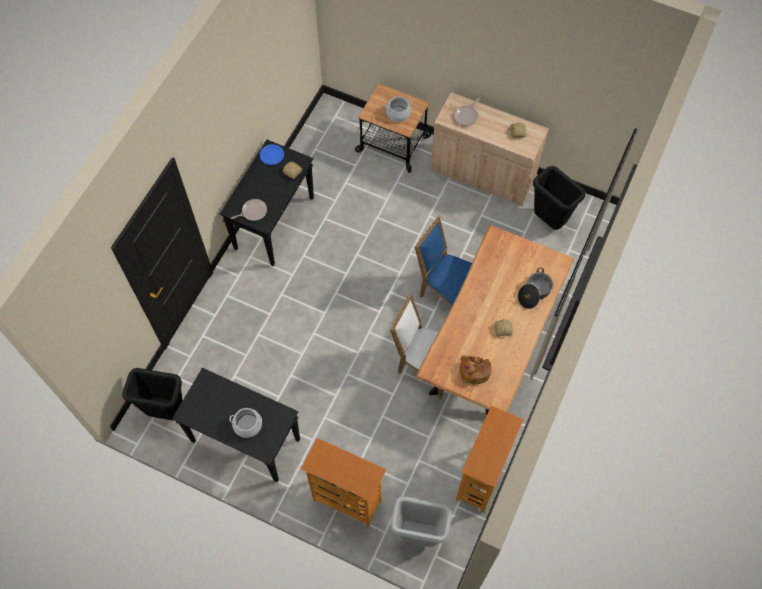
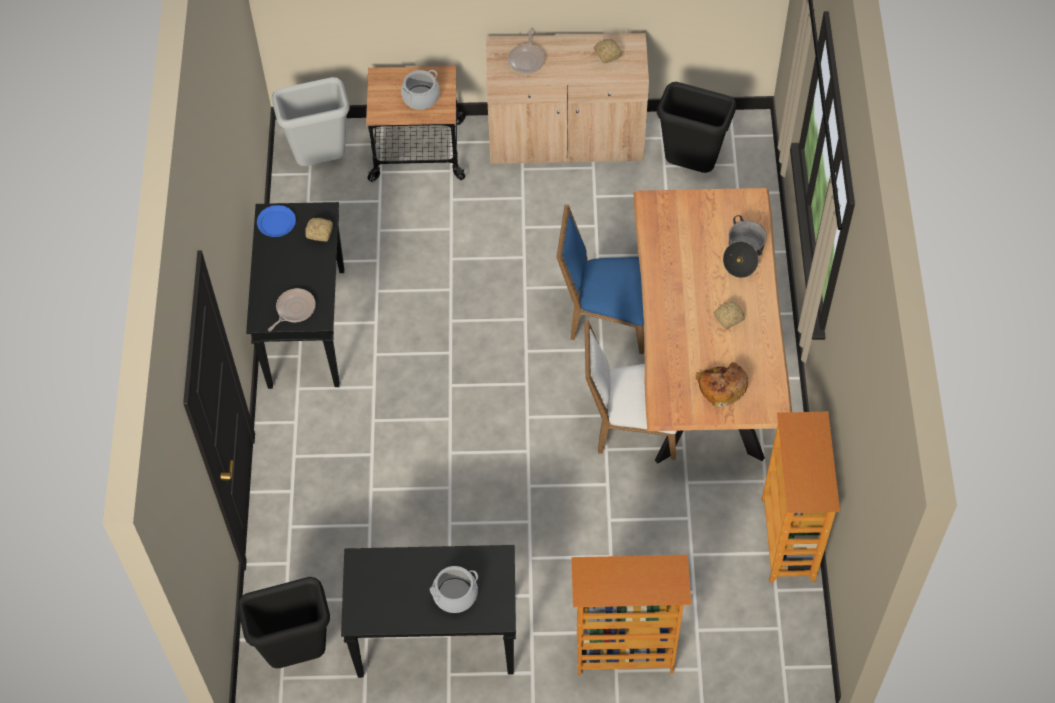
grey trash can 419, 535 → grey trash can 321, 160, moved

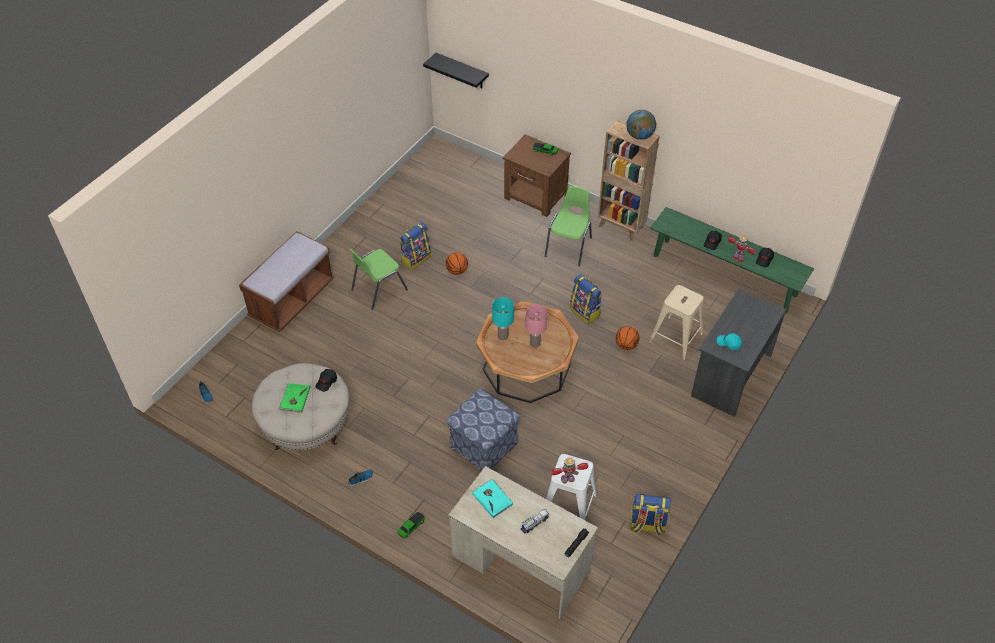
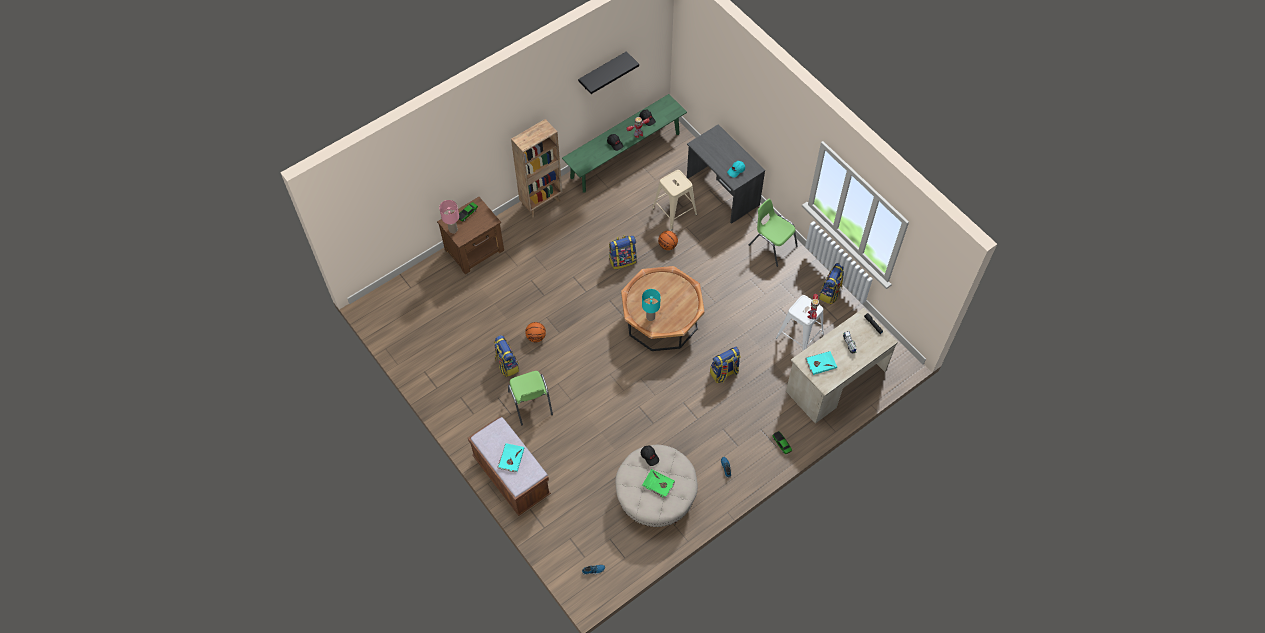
black shelf 462, 71 → black shelf 602, 71, moved
globe 639, 136 → -
green chair 569, 247 → green chair 772, 245, moved
pink table lamp 534, 343 → pink table lamp 453, 230, moved
ottoman 483, 444 → backpack 724, 373
- → turquoise book 511, 458

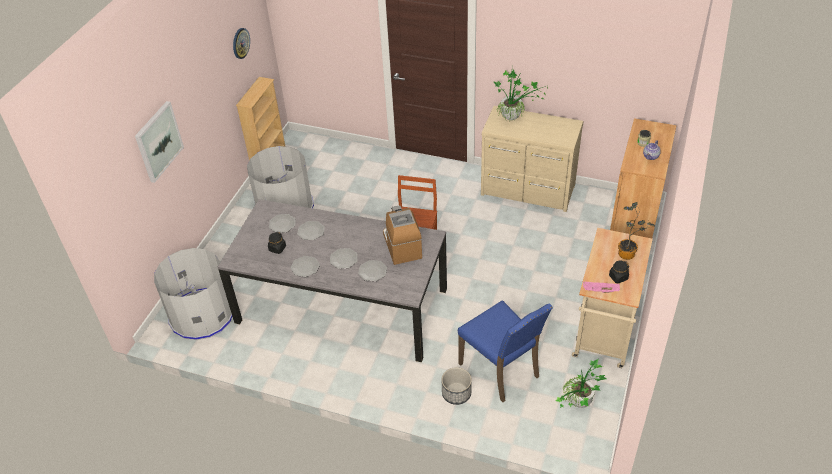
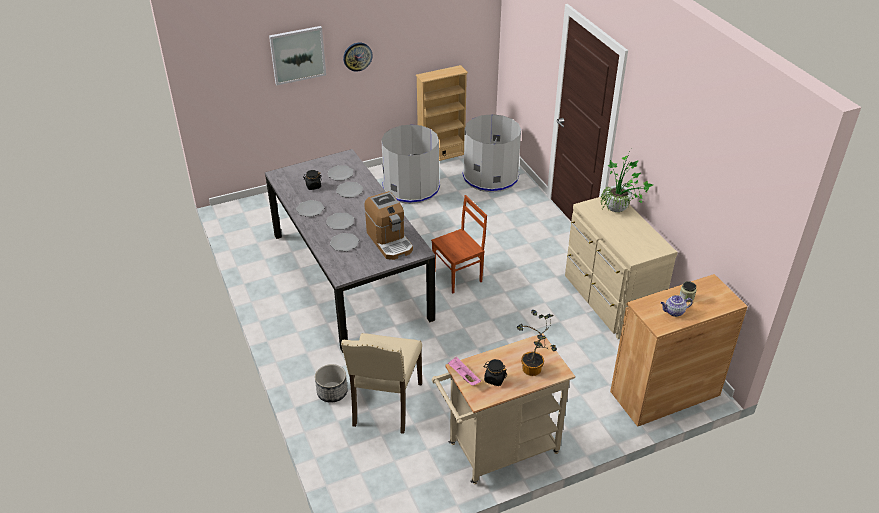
wall clock 240, 43 → wall clock 357, 56, moved
coffee machine 402, 246 → coffee machine 389, 241, 120 degrees clockwise
grey trash can 202, 315 → grey trash can 490, 176, moved
blue chair 501, 370 → beige chair 385, 405
potted plant 577, 405 → -

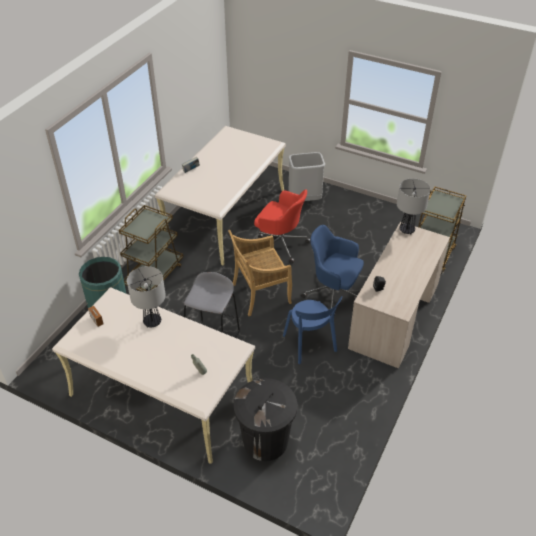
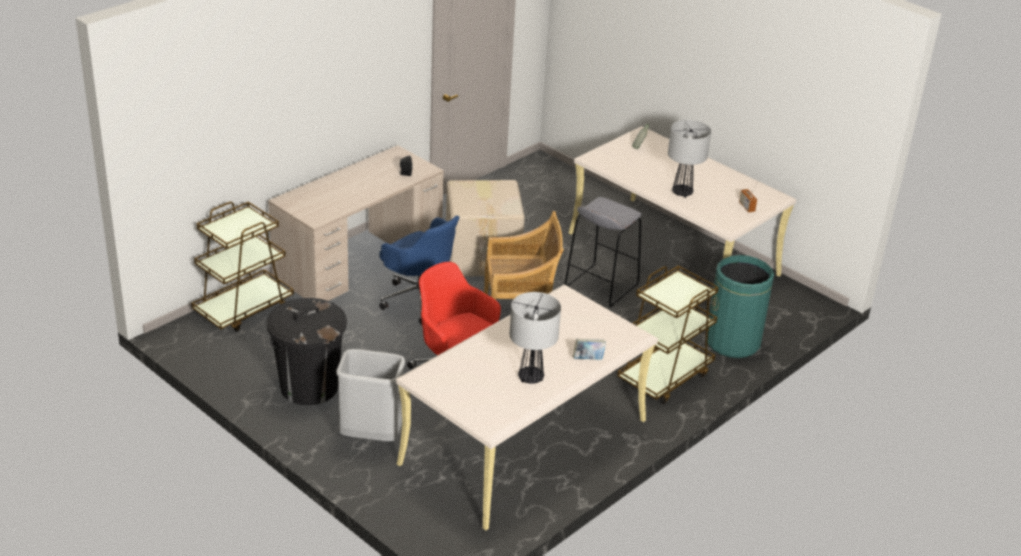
table lamp 407, 230 → table lamp 530, 378, moved
blue chair 310, 345 → cardboard box 483, 257
black trash can 266, 441 → black trash can 309, 387, moved

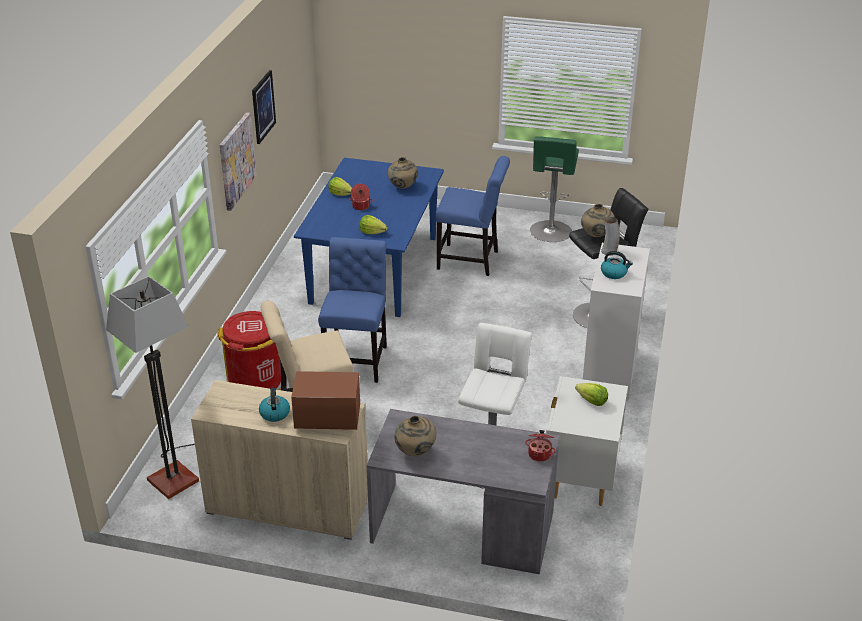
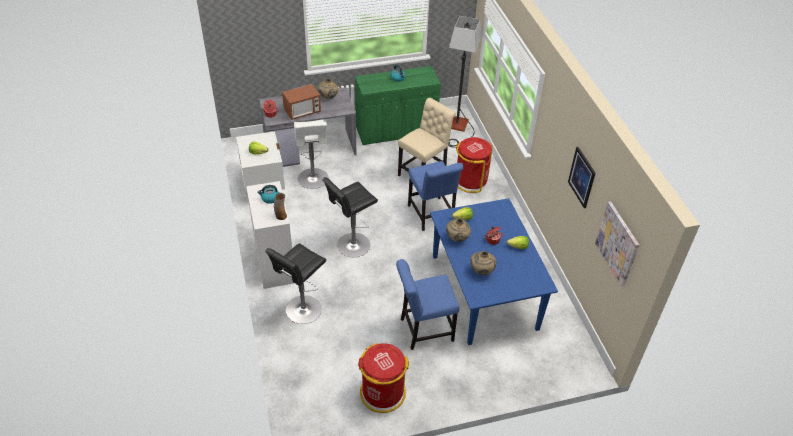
picture 236, 160 → picture 617, 243, moved
green stool 550, 233 → red trash can 382, 393
beige vase 596, 236 → beige vase 457, 239, moved
microwave 327, 418 → microwave 302, 111, moved
beige cabinet 288, 506 → green cabinet 396, 131
- → black stool 351, 246

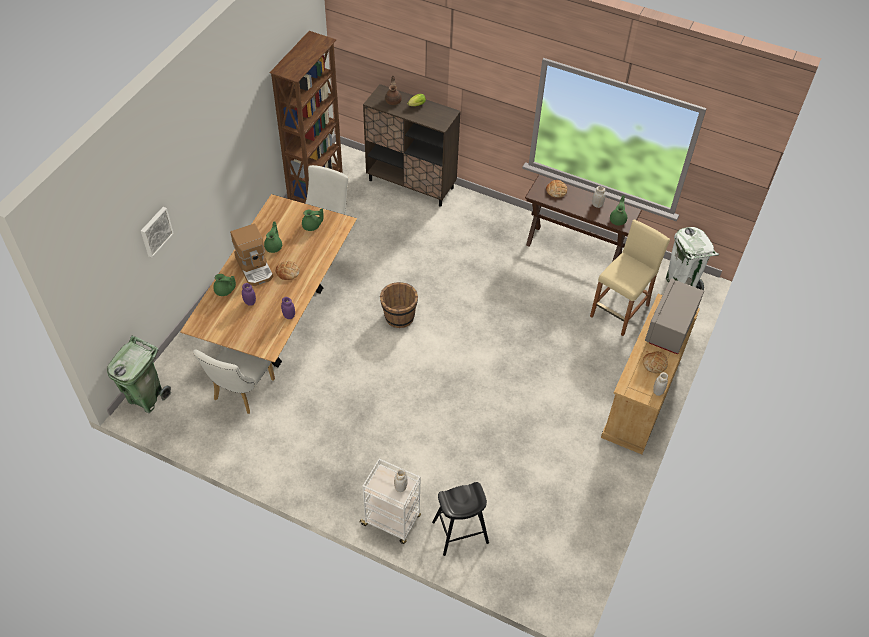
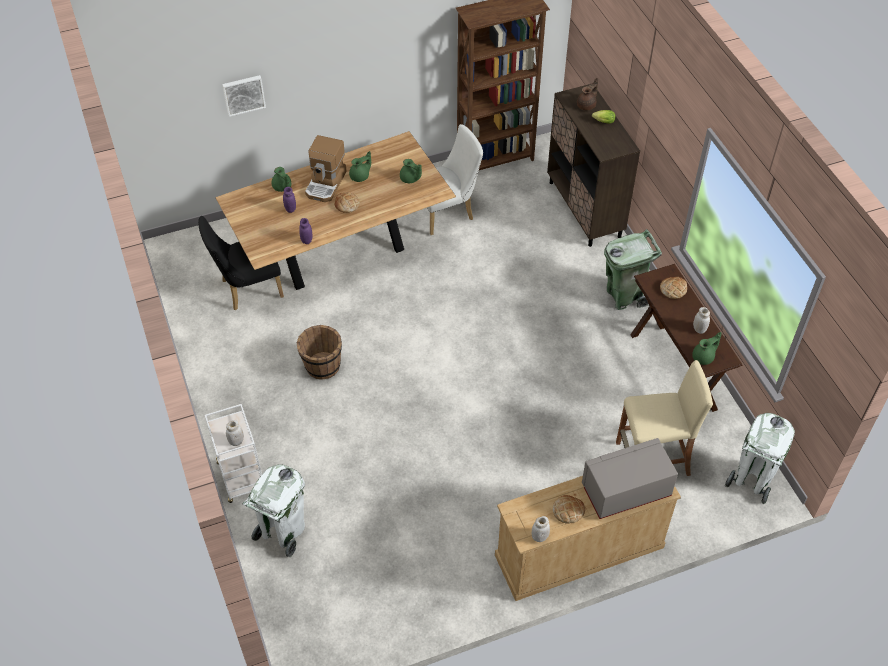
brown bucket 399, 317 → brown bucket 322, 366, moved
green trash can 146, 398 → green trash can 624, 296, moved
white chair 241, 392 → black chair 247, 289
black stool 460, 532 → white trash can 283, 532

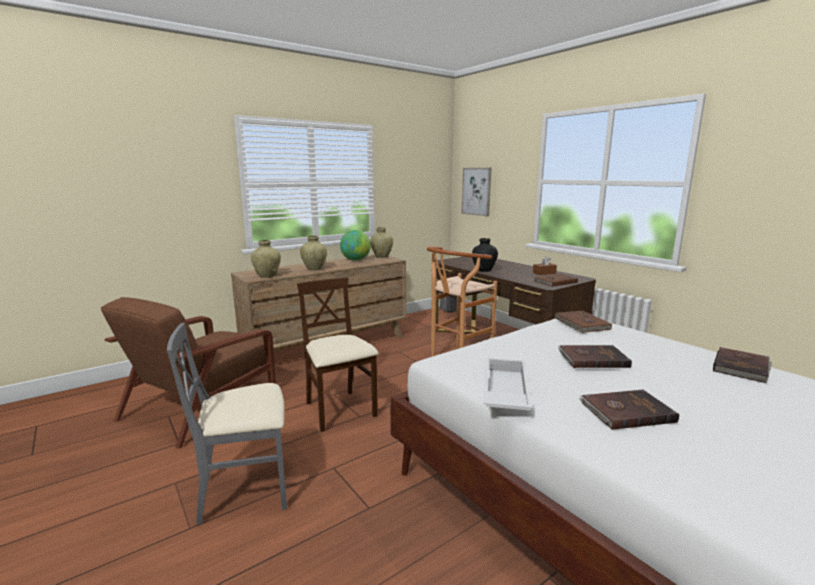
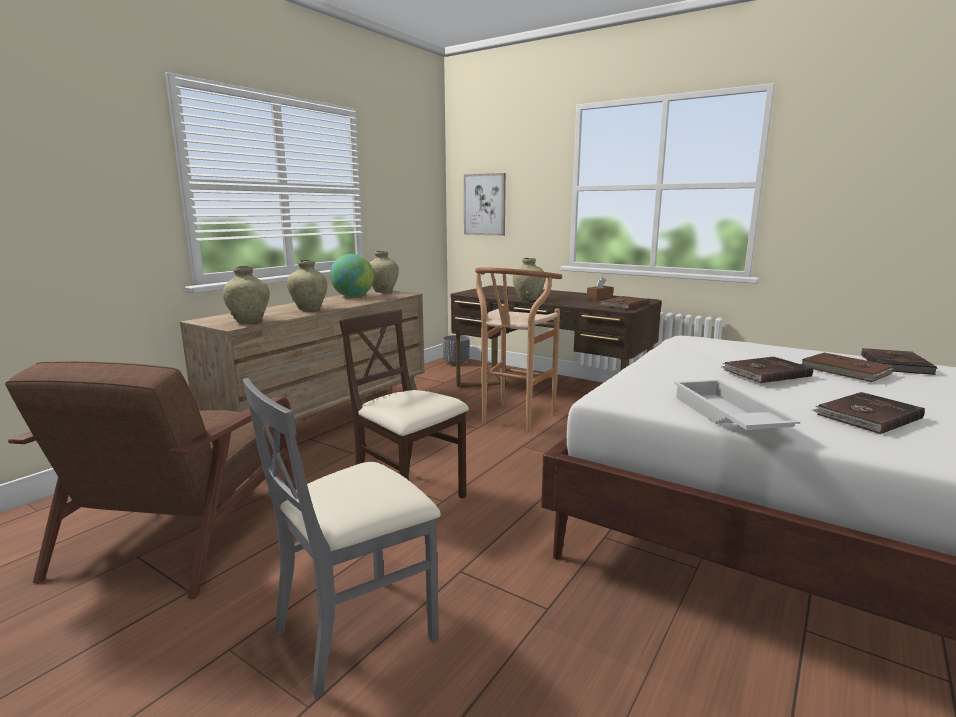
black vase 484, 270 → beige vase 528, 299
brown book 581, 324 → brown book 845, 370, moved

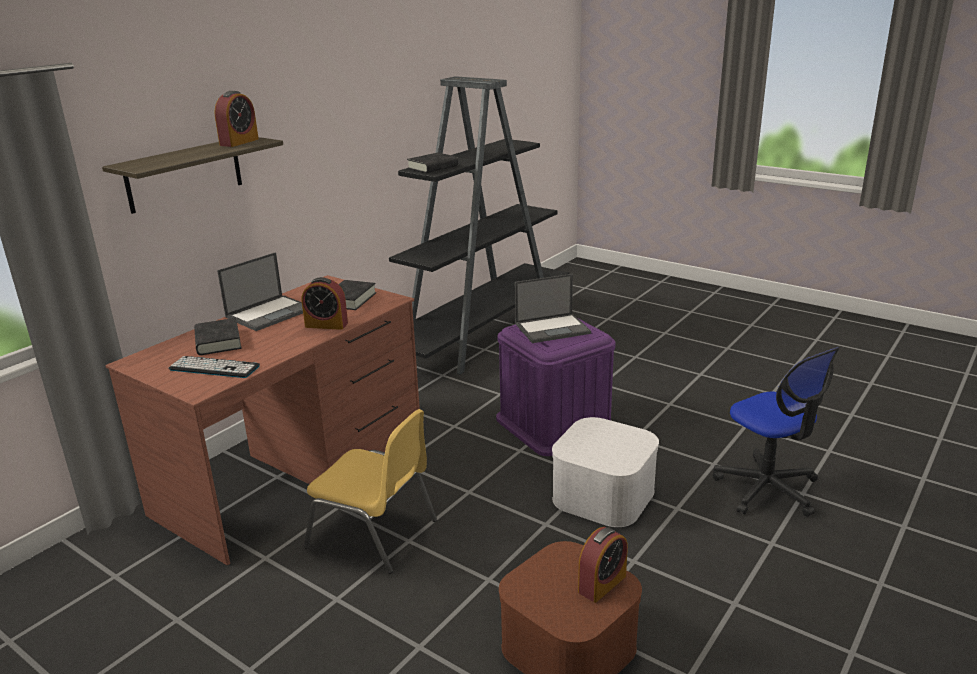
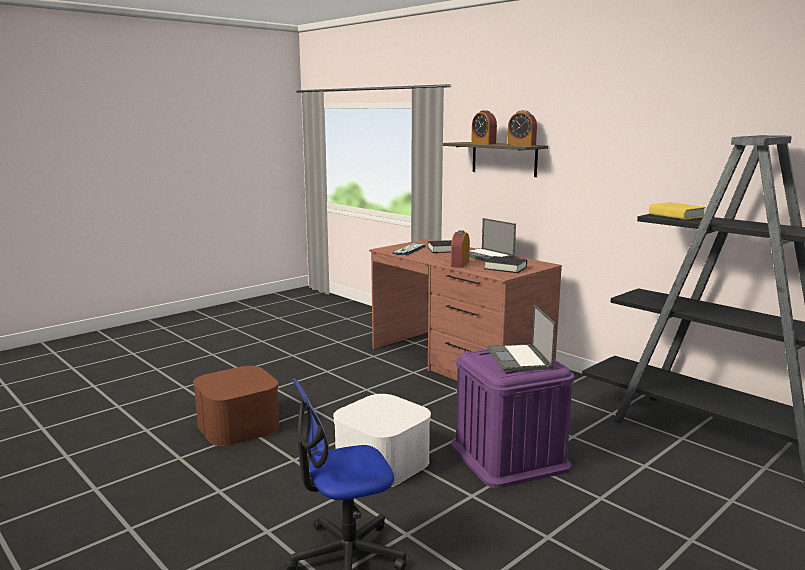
black book 433, 167 → yellow book 676, 215
yellow chair 374, 534 → -
alarm clock 602, 584 → alarm clock 483, 143, moved

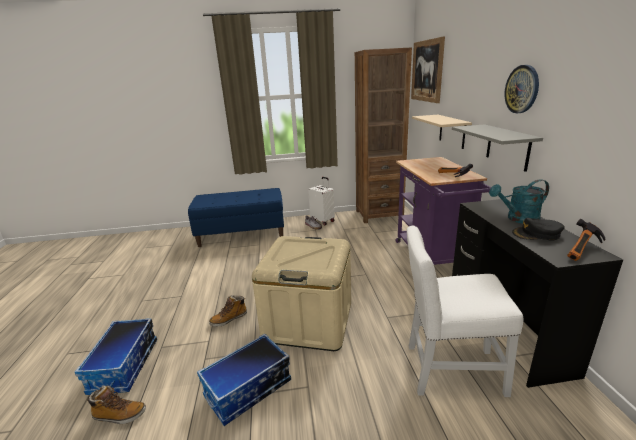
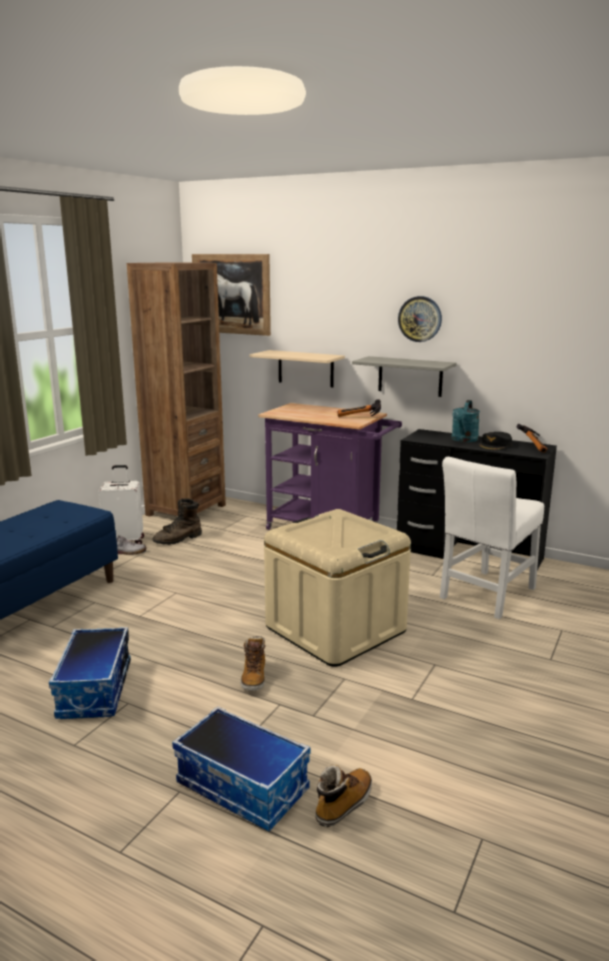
storage box 248, 390 → storage box 96, 690, moved
- → brown boot 178, 539

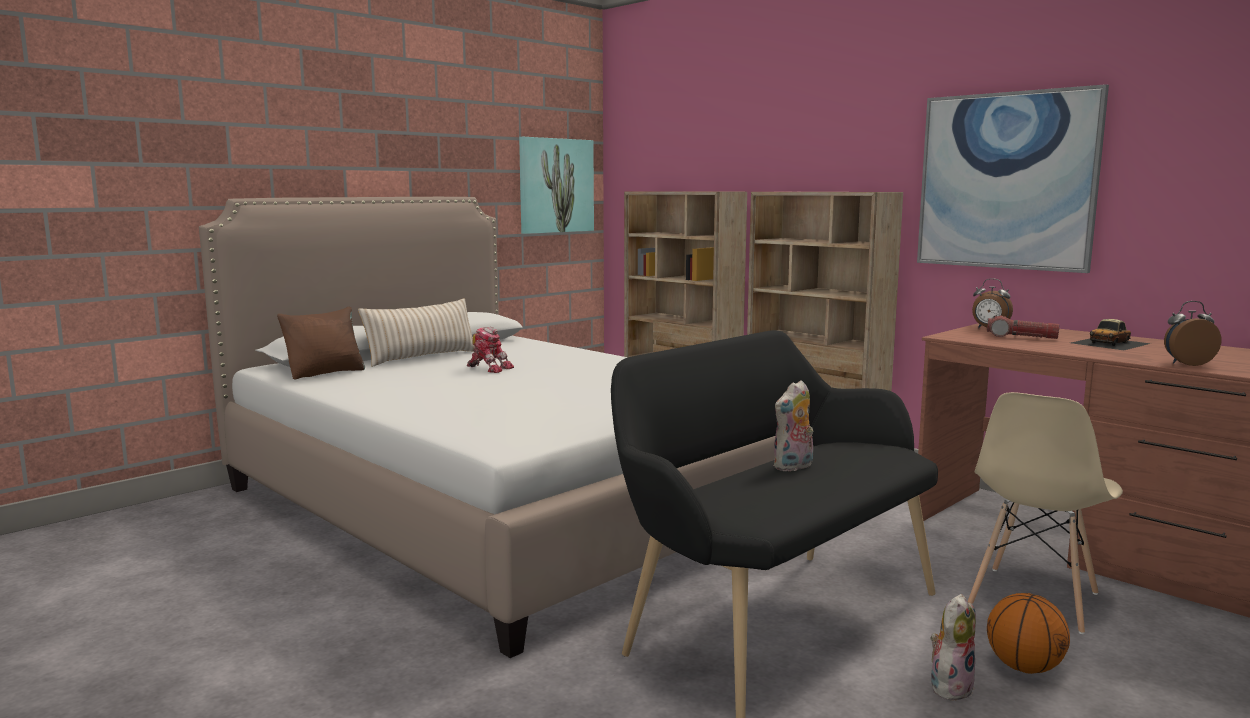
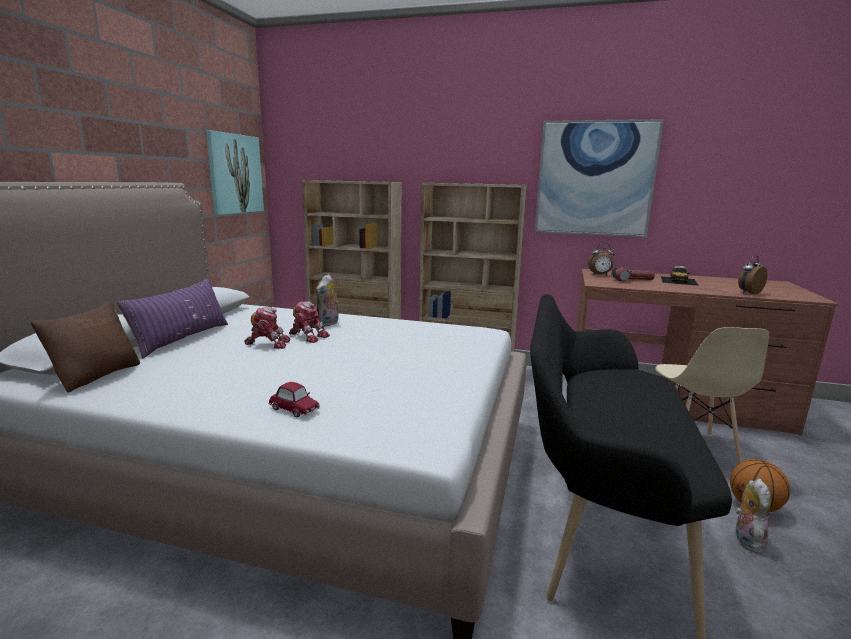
beige pillow 422, 357 → purple pillow 182, 339
plush toy 793, 467 → plush toy 328, 324, moved
- → toy robot 308, 336
- → toy car 294, 409

